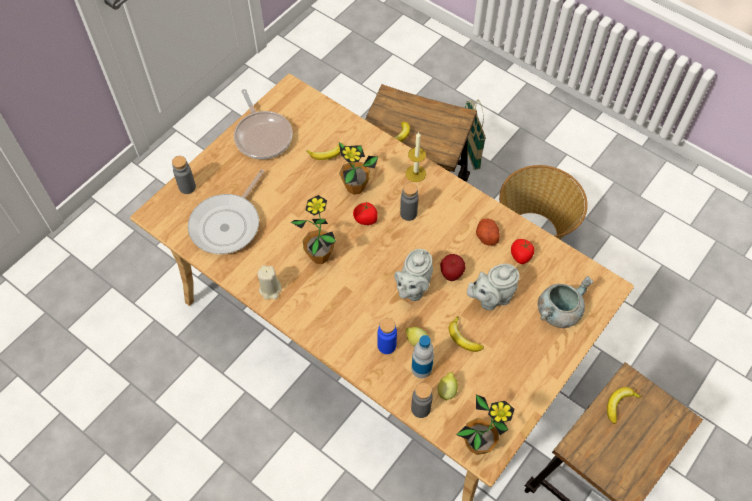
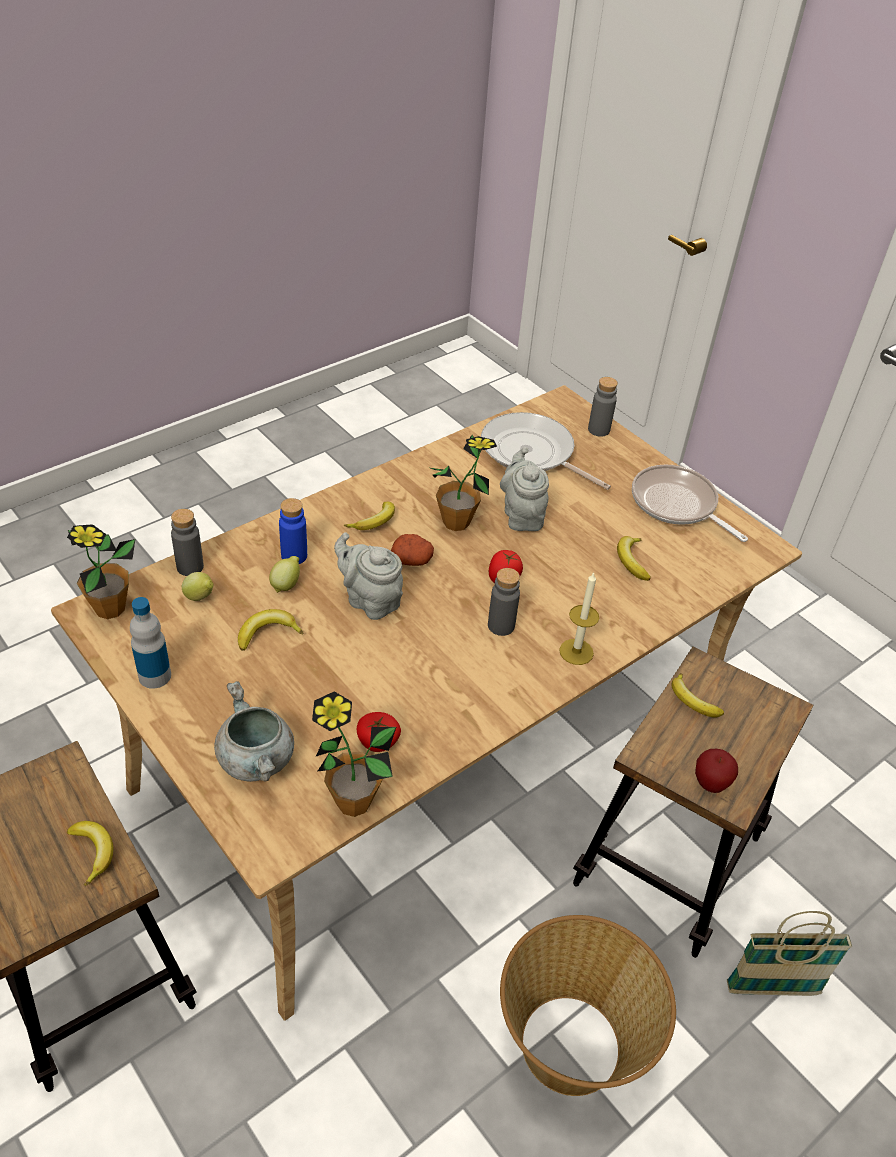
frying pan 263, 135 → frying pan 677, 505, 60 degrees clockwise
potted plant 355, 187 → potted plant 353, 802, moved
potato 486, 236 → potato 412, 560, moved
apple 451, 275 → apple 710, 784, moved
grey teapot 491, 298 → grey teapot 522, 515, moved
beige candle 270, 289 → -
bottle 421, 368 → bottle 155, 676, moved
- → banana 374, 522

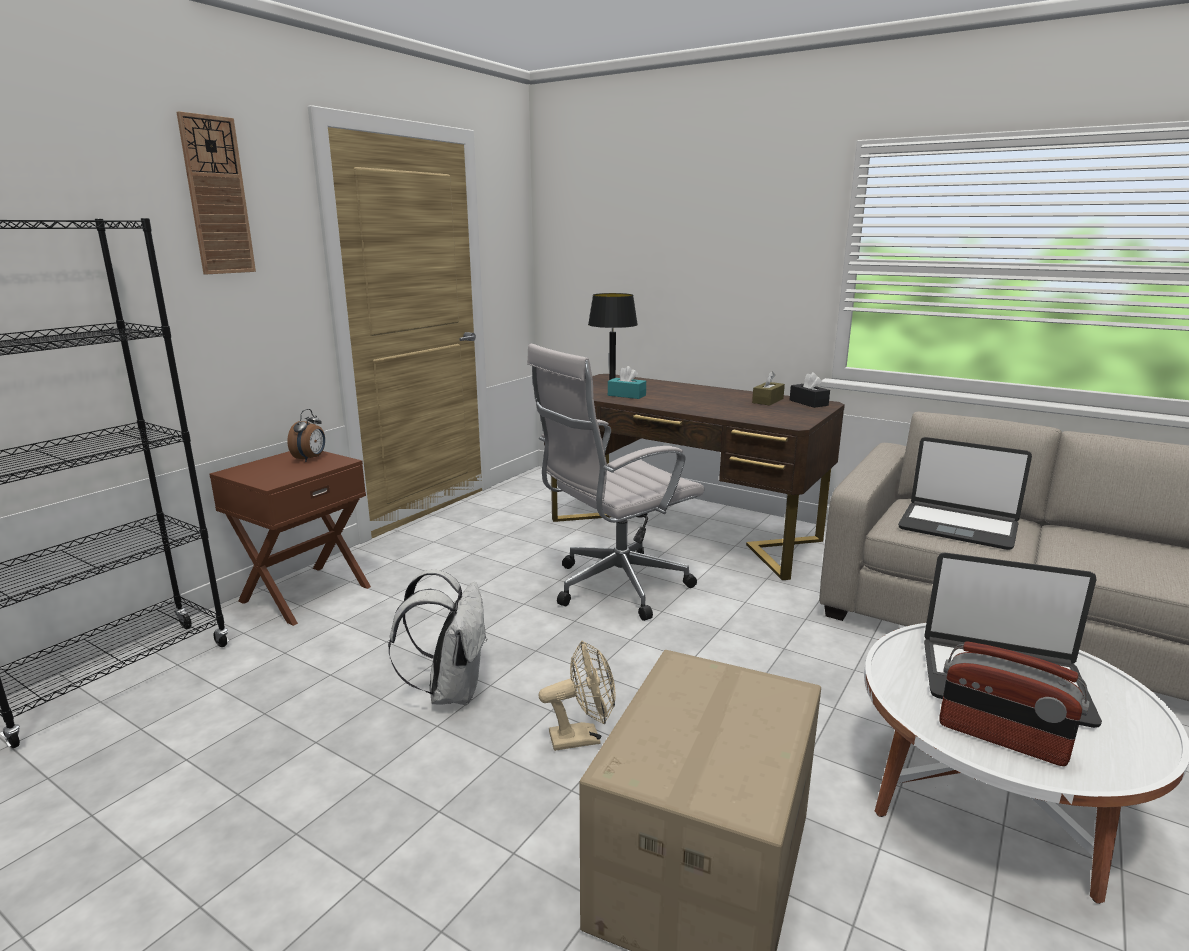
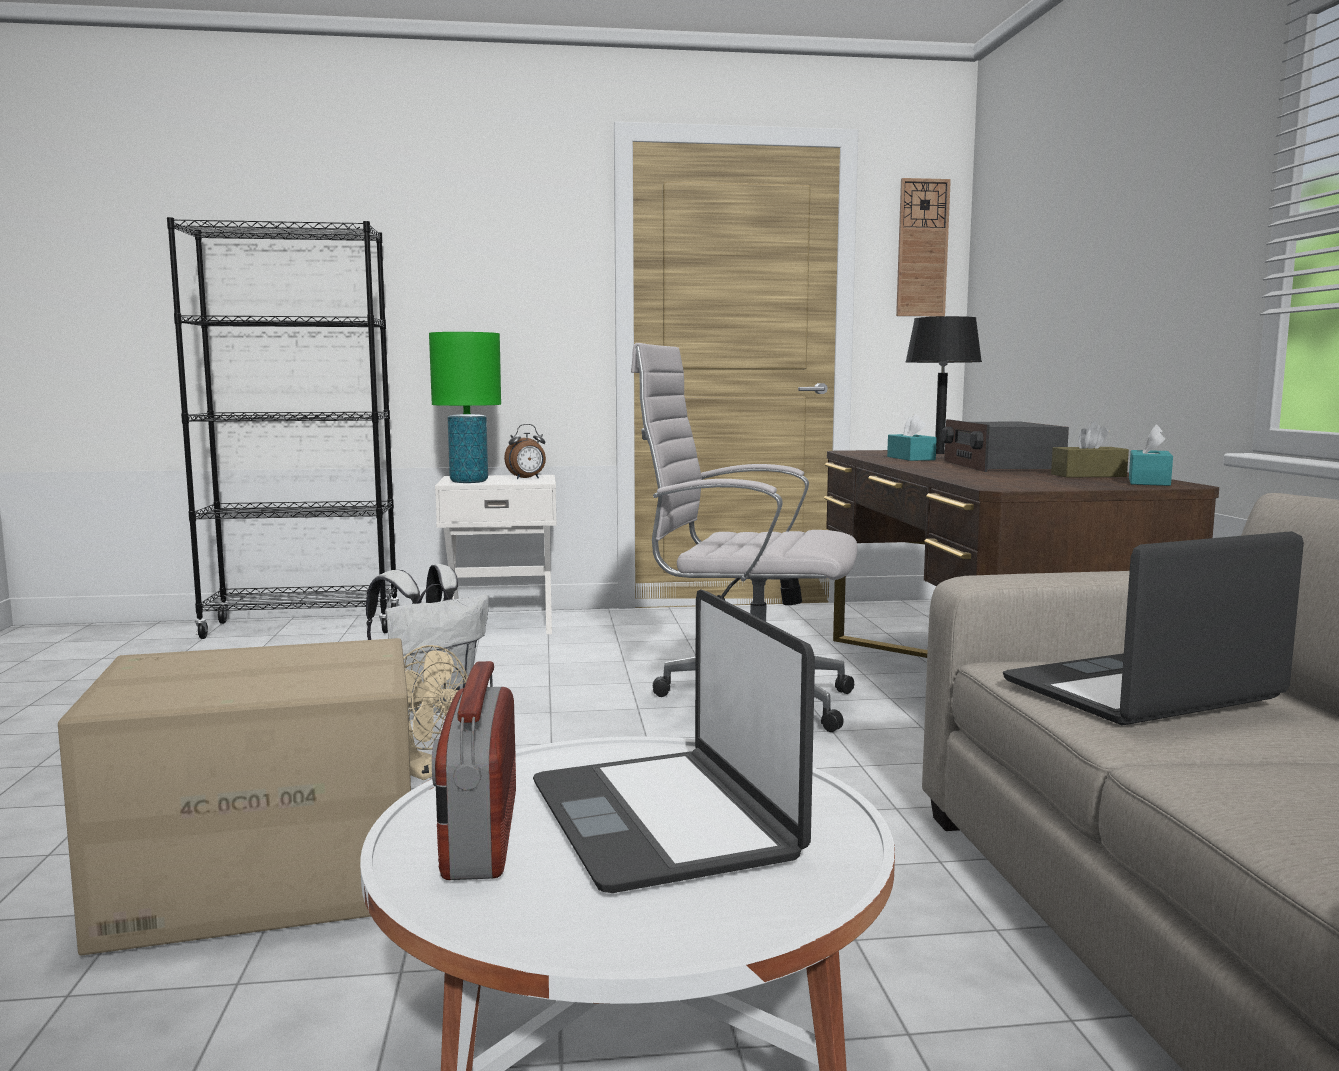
wall clock 217, 196 → wall clock 922, 248, moved
black tissue box 808, 403 → turquoise tissue box 1149, 482
laptop 958, 527 → laptop 1143, 692, 75 degrees clockwise
brown nightstand 304, 593 → white nightstand 501, 623
- → green table lamp 468, 481
- → radio 1000, 466

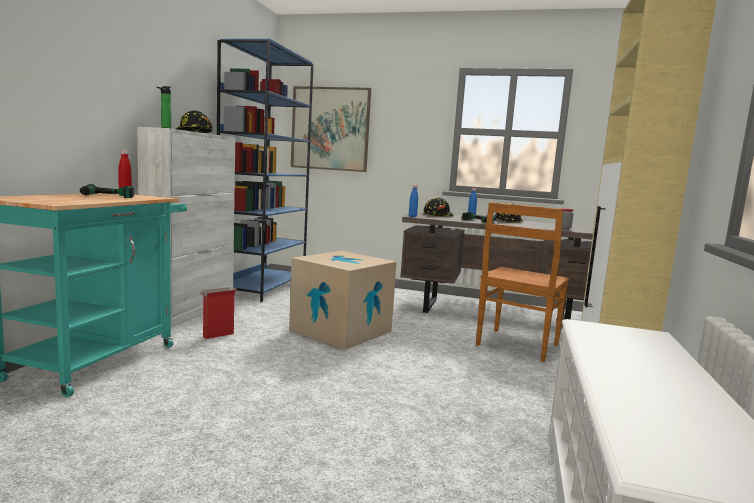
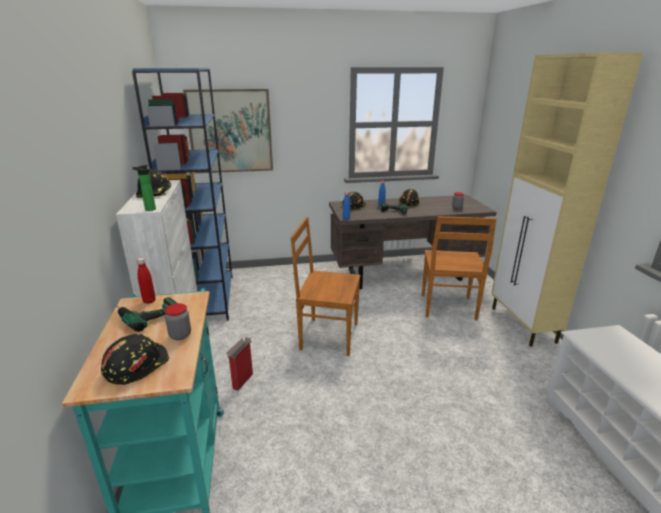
cardboard box 341, 331 → brown chair 327, 336
- → jar 180, 335
- → black hard hat 136, 365

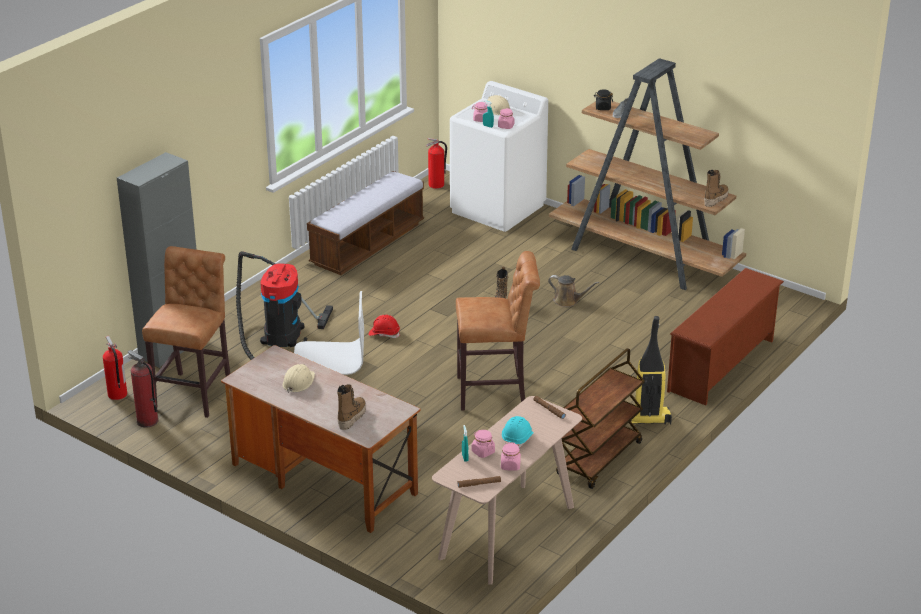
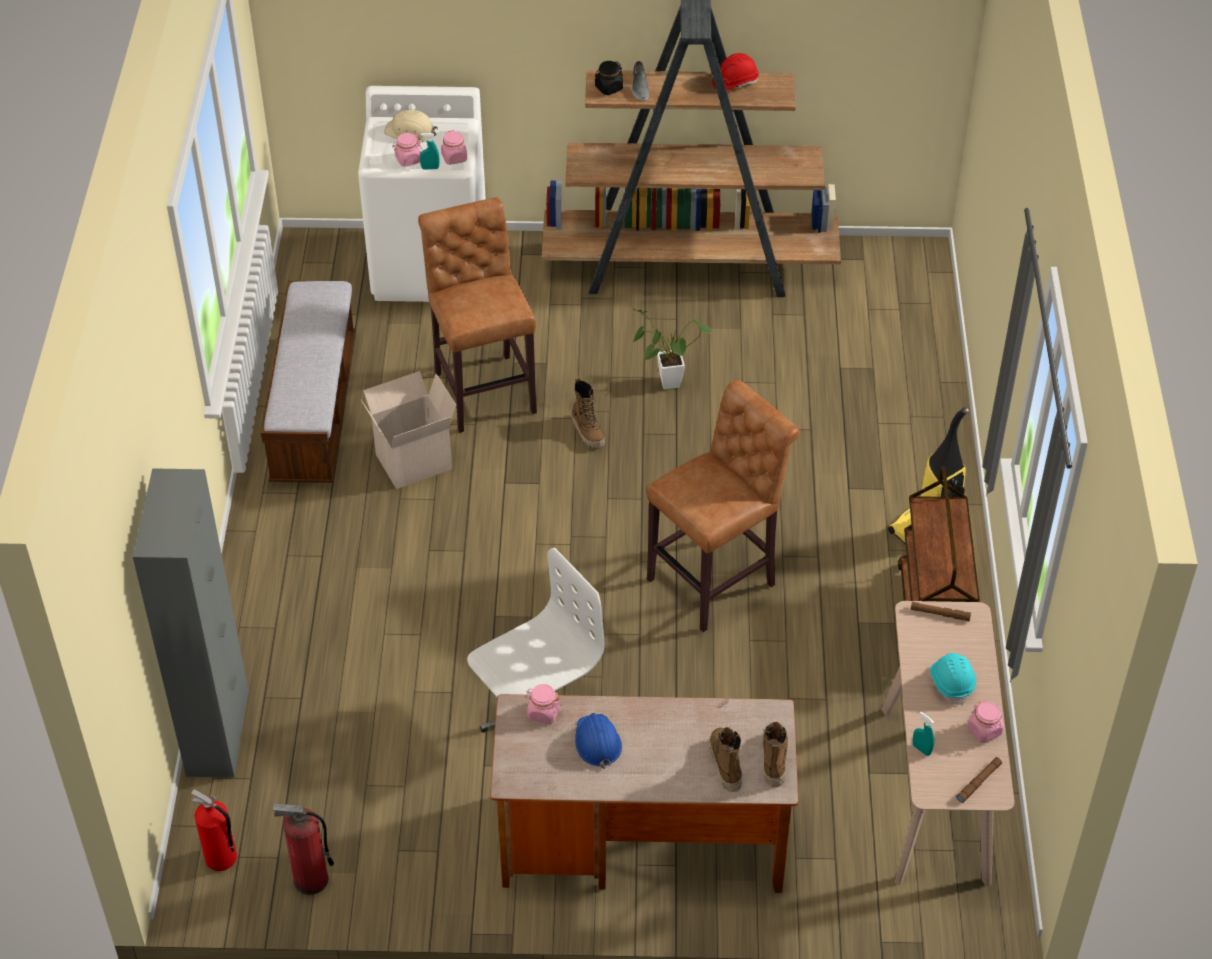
fire extinguisher 436, 185 → -
boot 715, 199 → boot 773, 759, moved
brown stool 195, 392 → brown stool 483, 389, moved
vacuum cleaner 282, 338 → -
brown shoe rack 722, 366 → -
brown watering can 568, 301 → potted plant 664, 383
red hard hat 384, 334 → red hard hat 735, 82, moved
beige hard hat 298, 382 → blue hard hat 597, 742
pink jar 483, 452 → pink jar 543, 713, moved
- → cardboard box 414, 460

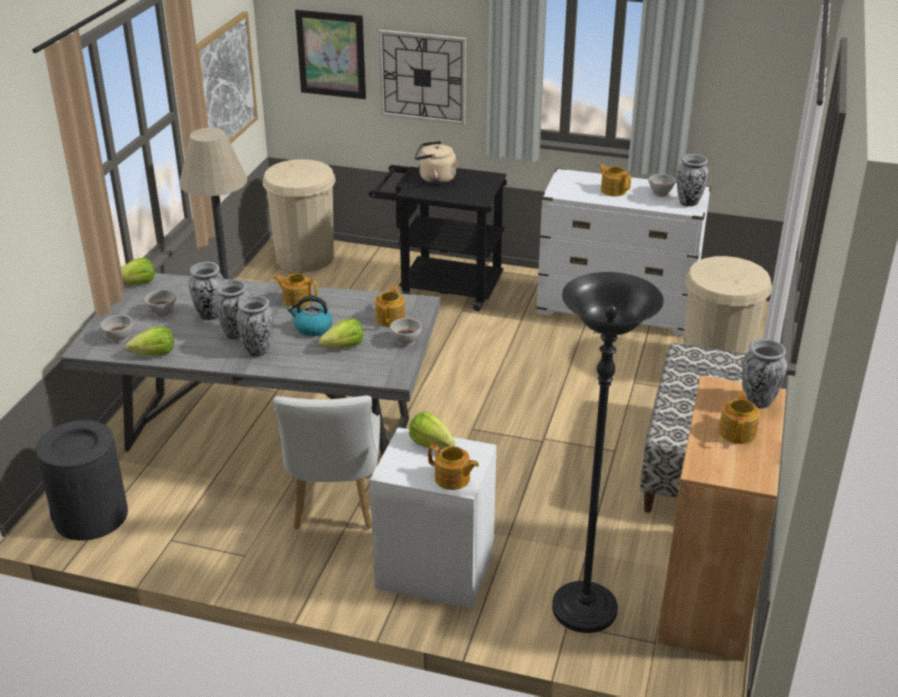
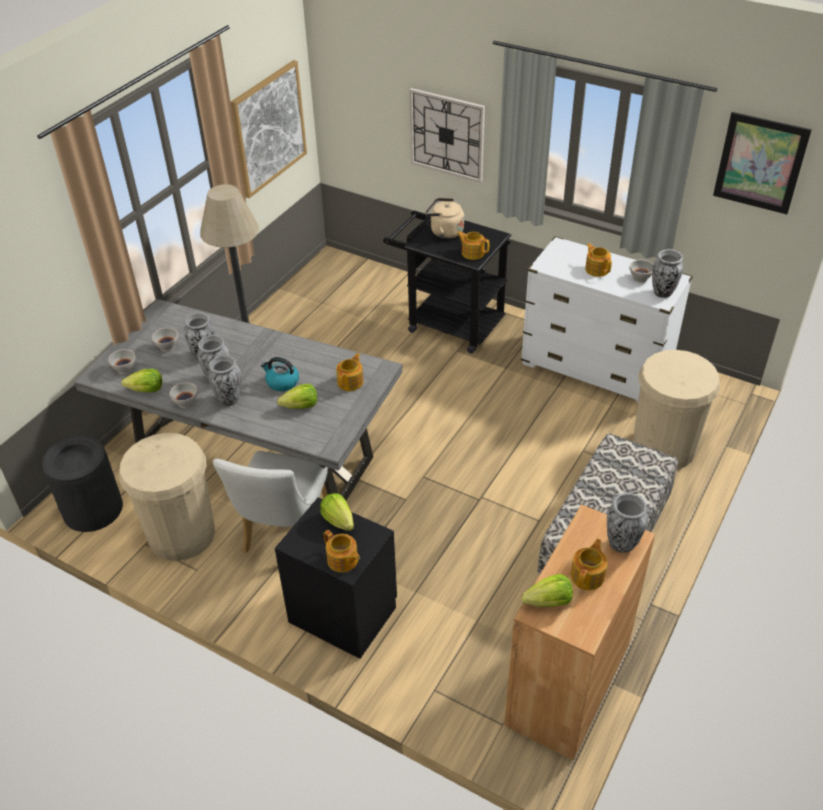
picture 331, 54 → picture 760, 163, moved
beige trash can 305, 258 → beige trash can 181, 534, moved
lettuce 137, 284 → lettuce 549, 602, moved
black floor lamp 584, 610 → -
teapot 297, 300 → teapot 472, 253, moved
white bowl 406, 341 → white bowl 186, 403, moved
white nightstand 435, 569 → black nightstand 343, 613

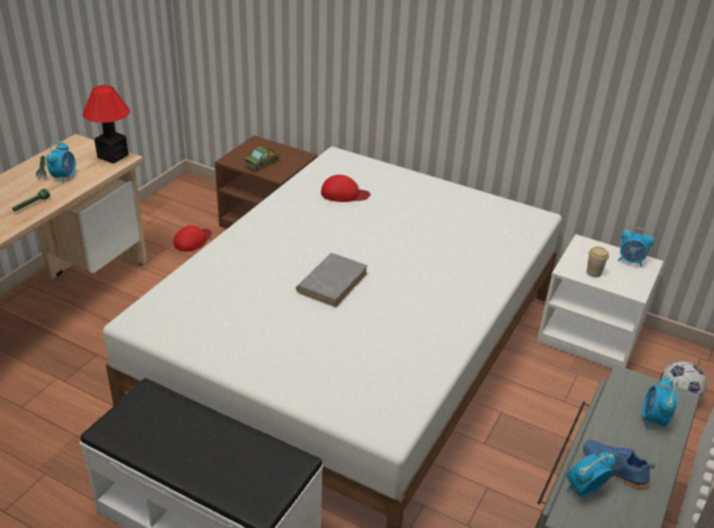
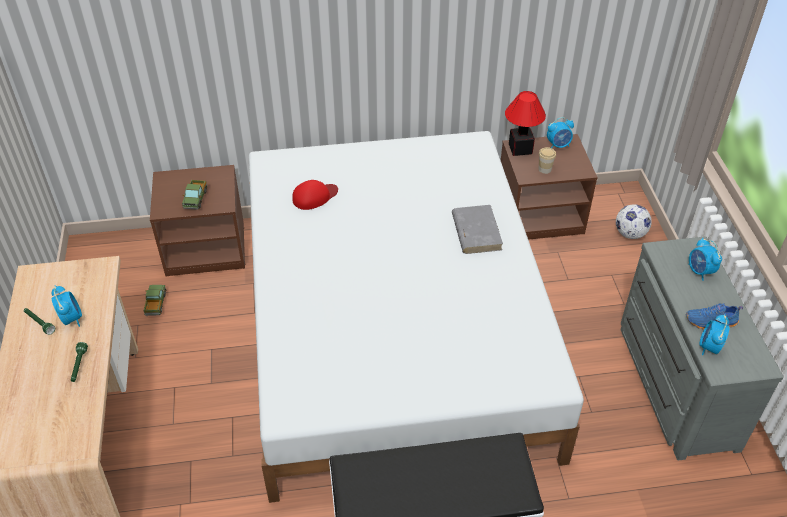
table lamp 112, 156 → table lamp 520, 149, moved
red cap 193, 241 → toy truck 156, 304
white nightstand 590, 335 → brown nightstand 540, 215
grey book 332, 282 → grey book 476, 231, moved

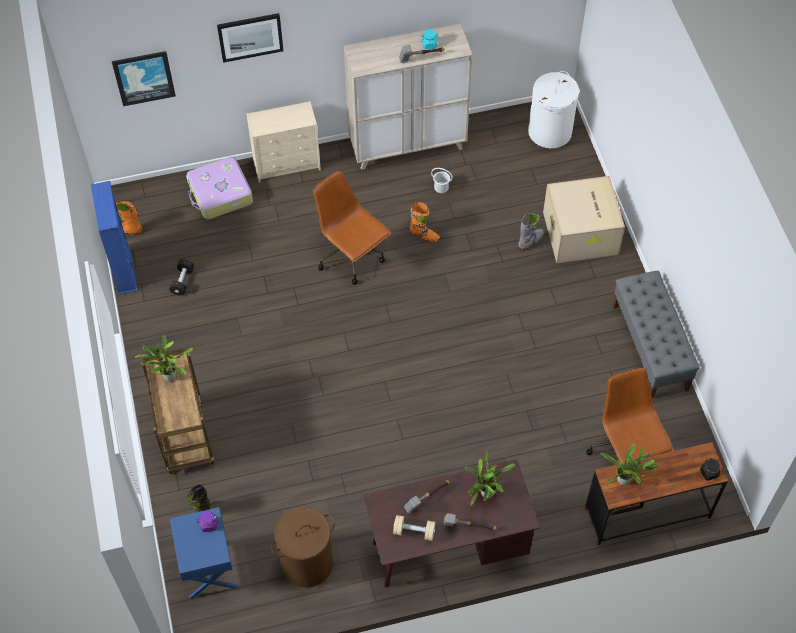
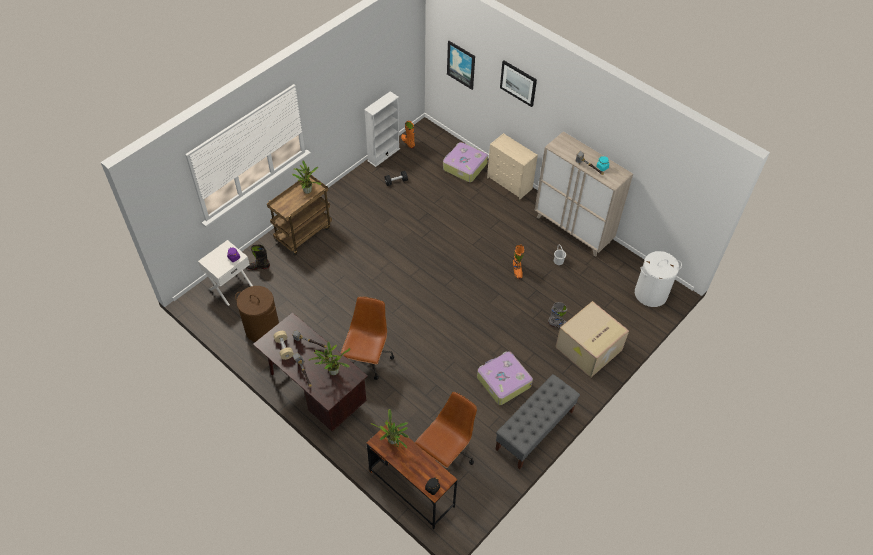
brown office chair 351, 257 → brown office chair 367, 360, moved
blue bookcase 124, 270 → white bookcase 383, 155
blue nightstand 207, 569 → white nightstand 230, 287
- → suitcase 503, 381

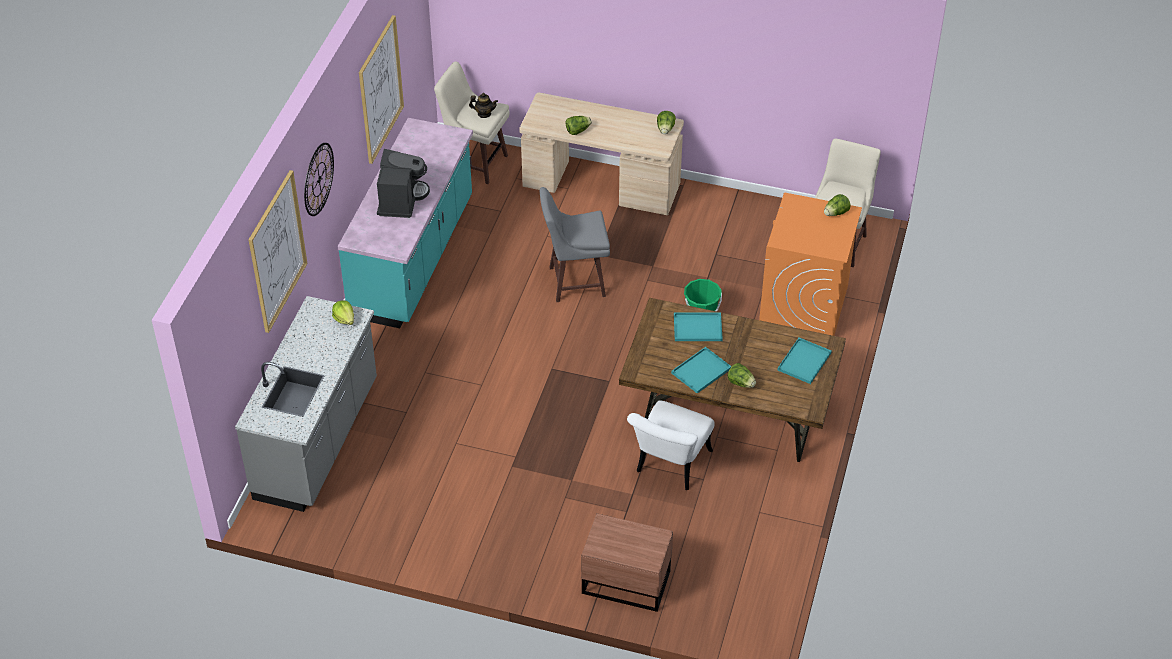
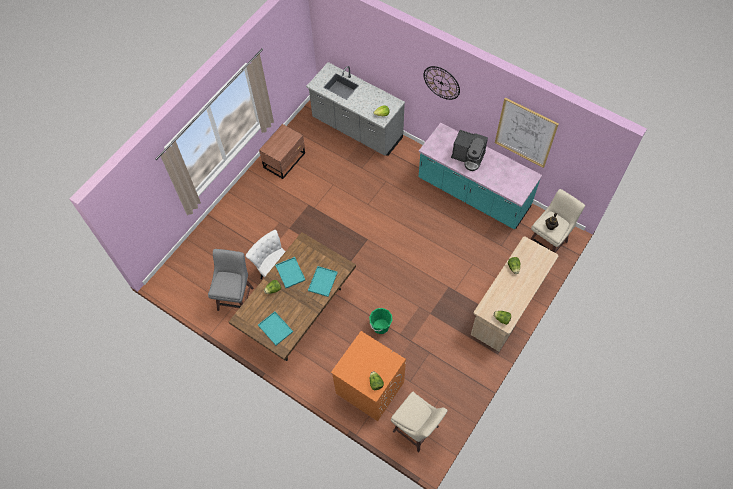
picture 277, 251 → -
grey stool 574, 282 → grey stool 236, 298, moved
brown nightstand 625, 580 → brown nightstand 285, 160, moved

